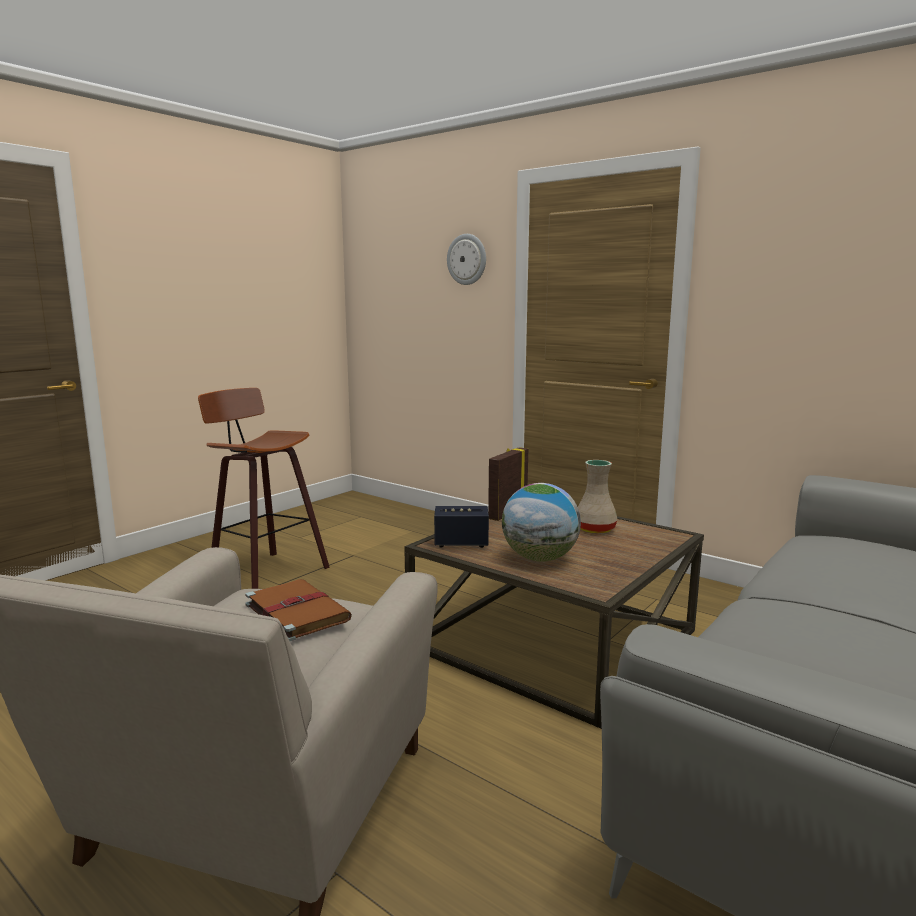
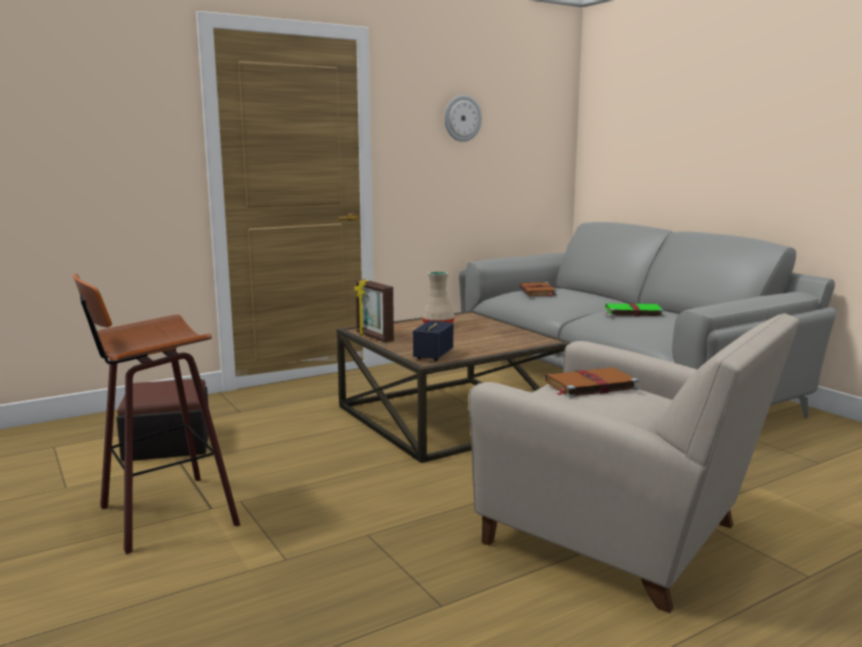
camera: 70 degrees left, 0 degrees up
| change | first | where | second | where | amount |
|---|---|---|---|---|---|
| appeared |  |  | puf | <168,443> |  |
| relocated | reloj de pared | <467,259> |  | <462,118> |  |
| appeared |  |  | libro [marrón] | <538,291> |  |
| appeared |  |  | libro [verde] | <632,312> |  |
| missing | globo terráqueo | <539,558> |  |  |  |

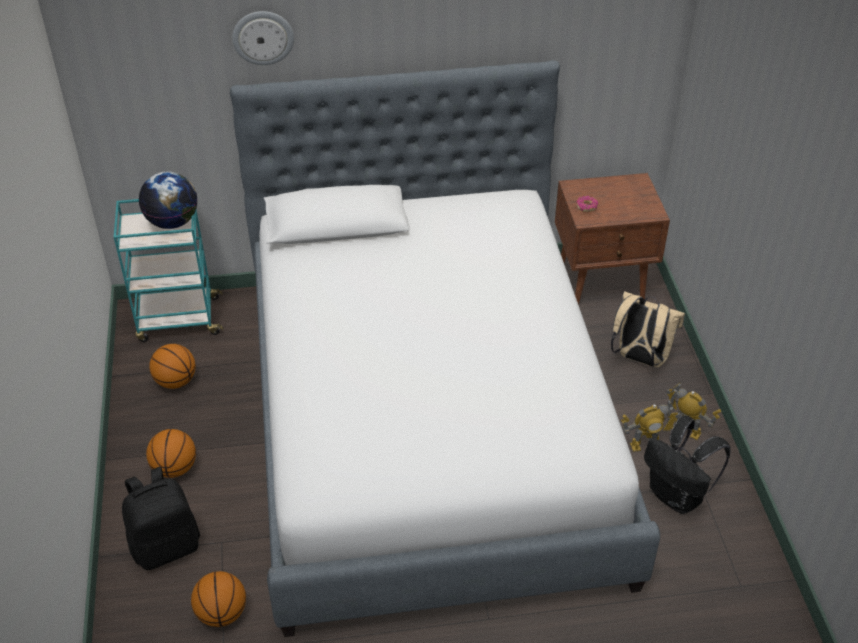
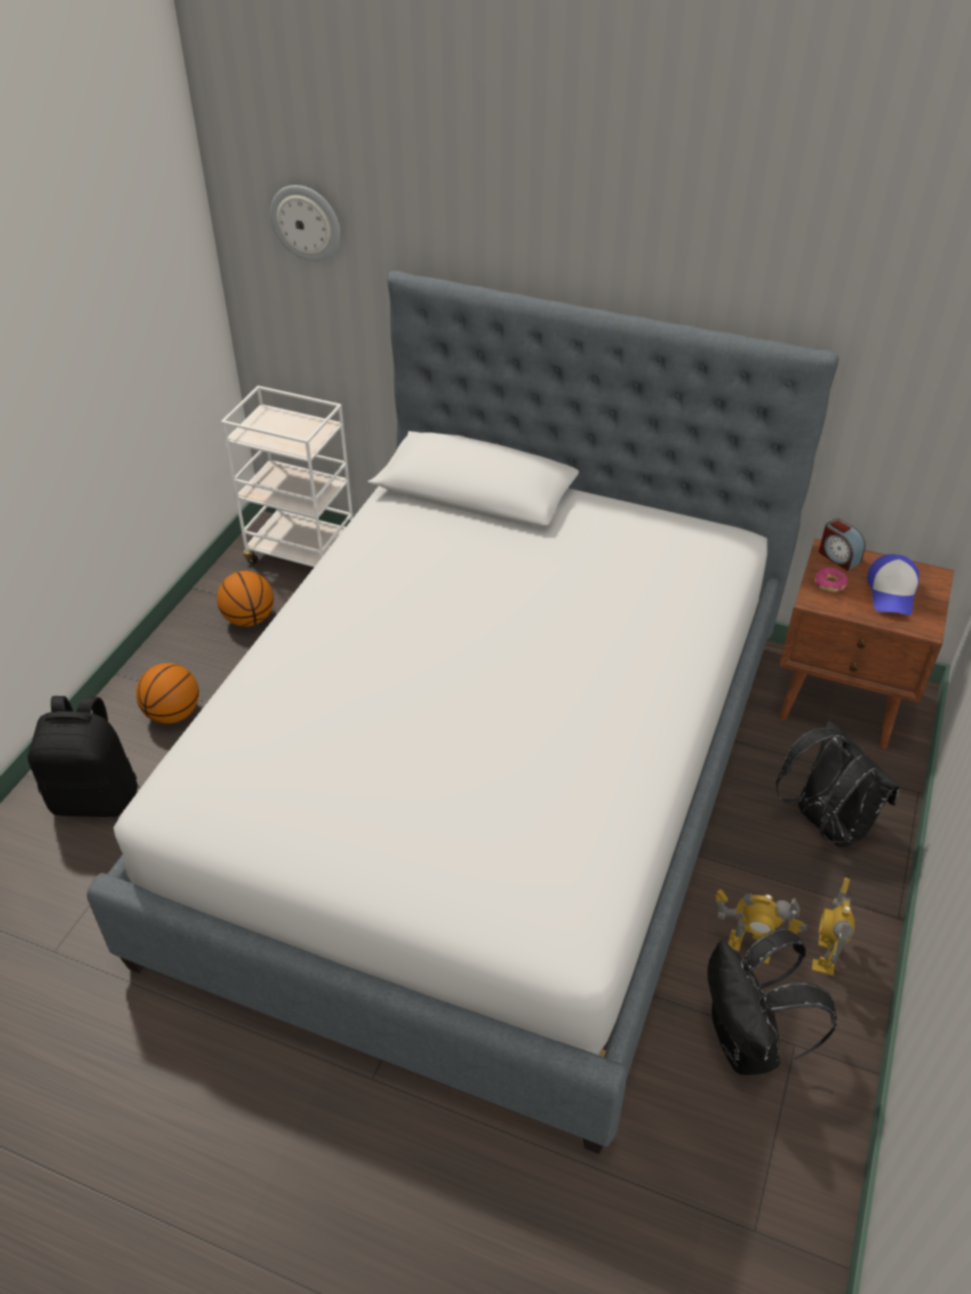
camera: 30 degrees right, 0 degrees up
| change | first | where | second | where | amount |
|---|---|---|---|---|---|
| colour | carrito [turquesa] | <177,319> | carrito [blanco] | <303,554> |  |
| relocated | reloj de pared | <263,37> |  | <306,223> |  |
| colour | mochila [beis] | <640,358> | mochila [negro] | <824,824> |  |
| spun | robot de juguete | <686,431> |  | <825,955> | 135 degrees counterclockwise |
| appeared |  |  | despertador | <838,557> |  |
| appeared |  |  | gorra | <892,592> |  |
| missing | globo terráqueo | <173,222> |  |  |  |
| missing | balón de baloncesto | <221,613> |  |  |  |

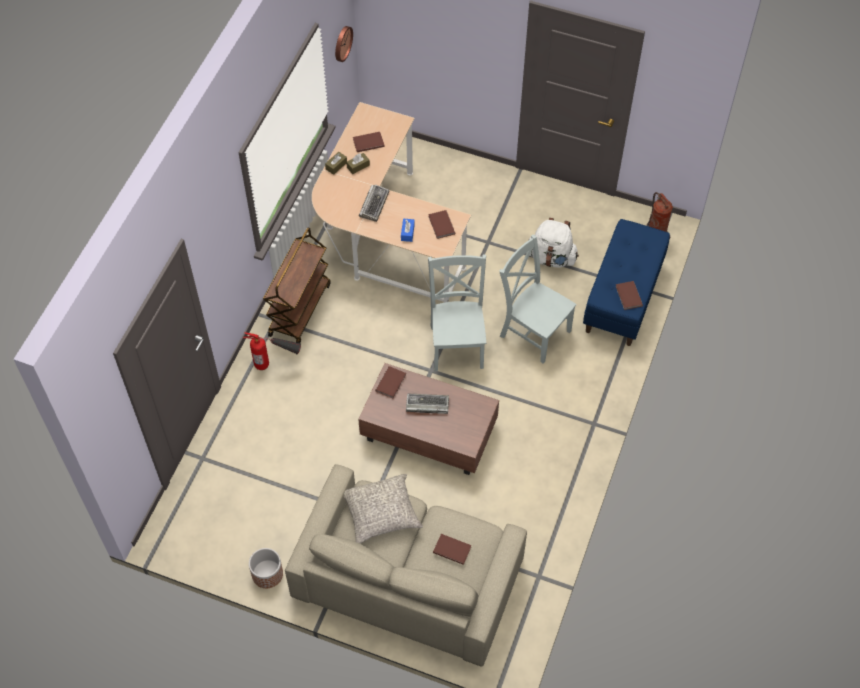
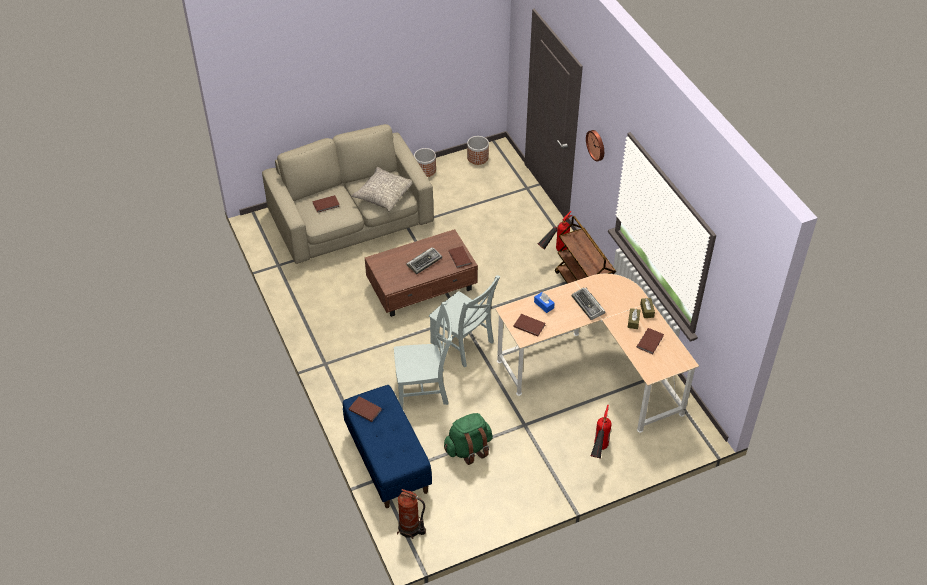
camera: 135 degrees right, 10 degrees down
| change | first | where | second | where | amount |
|---|---|---|---|---|---|
| colour | mochila [blanco] | <551,258> | mochila [verde] | <468,449> |  |
| appeared |  |  | maceta | <478,157> |  |
| relocated | reloj de pared | <342,43> |  | <596,145> |  |
| appeared |  |  | extintor | <598,455> |  |

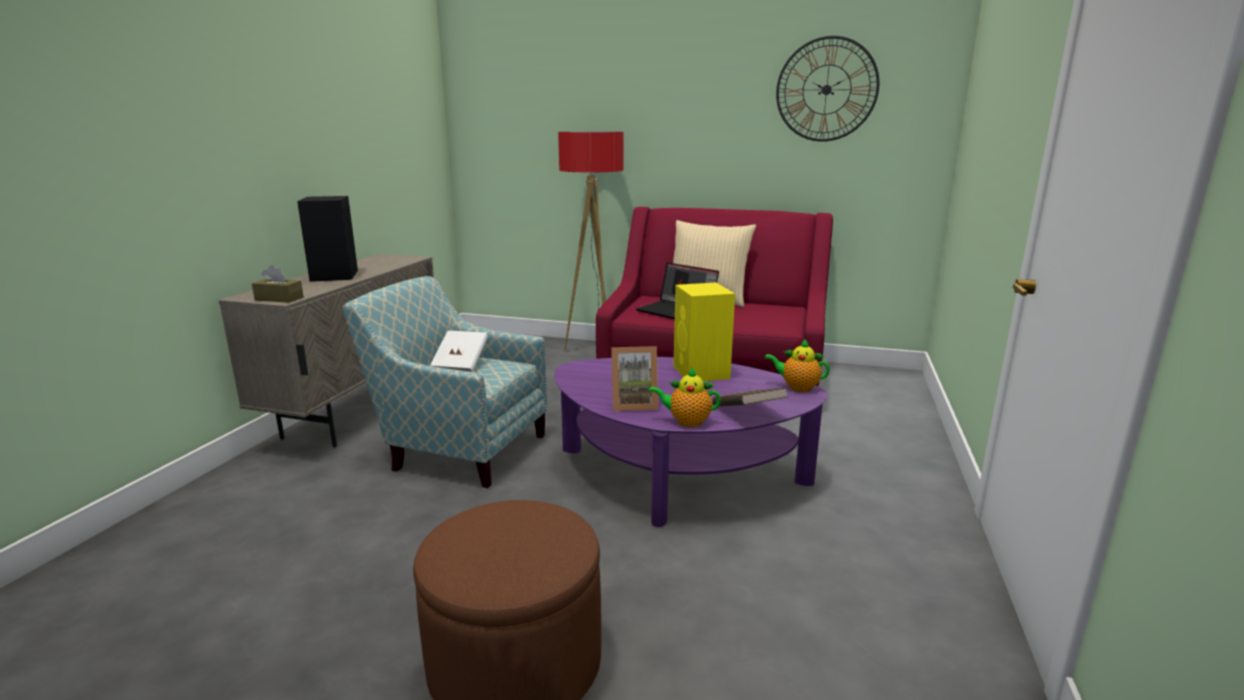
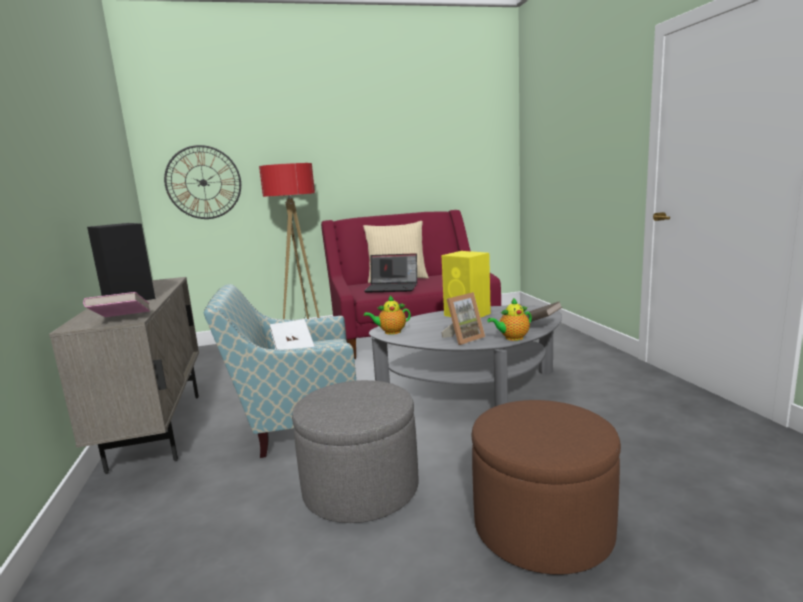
camera: 30 degrees left, 5 degrees down
| change | first | where | second | where | amount |
|---|---|---|---|---|---|
| exchanged | caja de pañuelos [marrón] | <279,299> | libro [rosa] | <121,320> |  |
| relocated | reloj de pared | <826,89> |  | <203,182> |  |
| appeared |  |  | puf [gris] | <361,488> |  |
| relocated | tetera | <797,387> |  | <390,332> |  |
| colour | mesa de centro [morado] | <678,475> | mesa de centro [gris] | <474,391> |  |

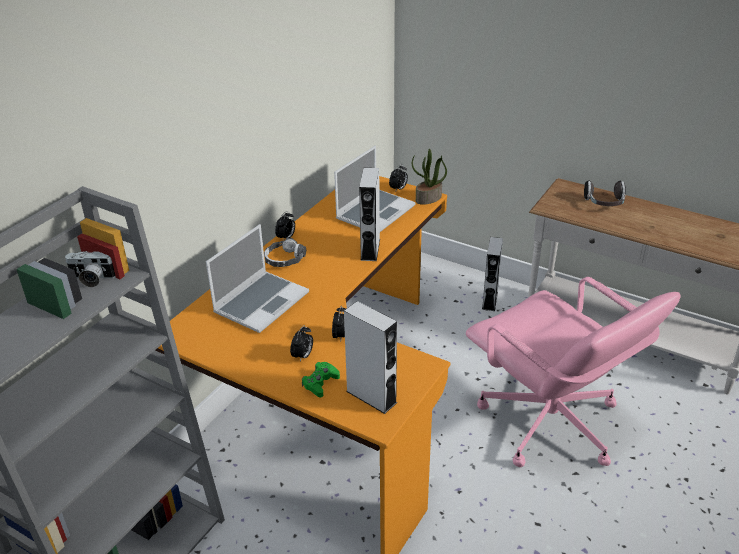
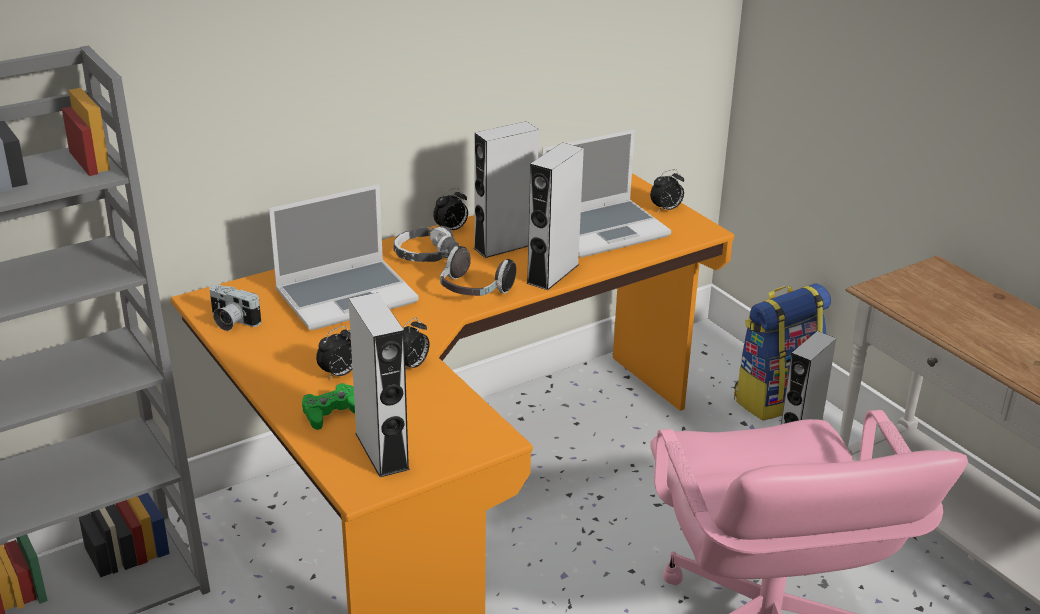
camera: 25 degrees right, 5 degrees down
| change | first | where | second | where | amount |
|---|---|---|---|---|---|
| relocated | cámara | <92,279> |  | <231,321> |  |
| relocated | auriculares | <604,203> |  | <473,291> |  |
| appeared |  |  | altavoz [gris] | <505,246> |  |
| appeared |  |  | mochila | <776,397> |  |
| missing | planta en maceta | <428,198> |  |  |  |

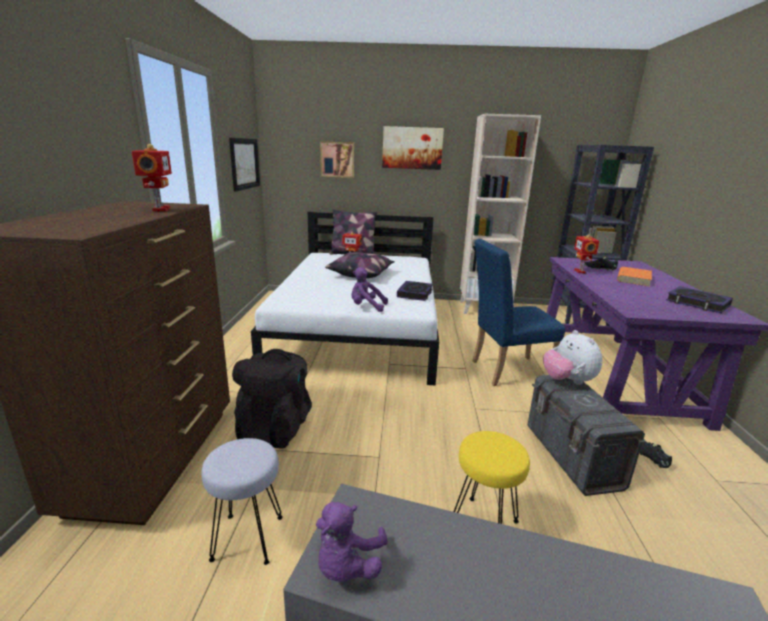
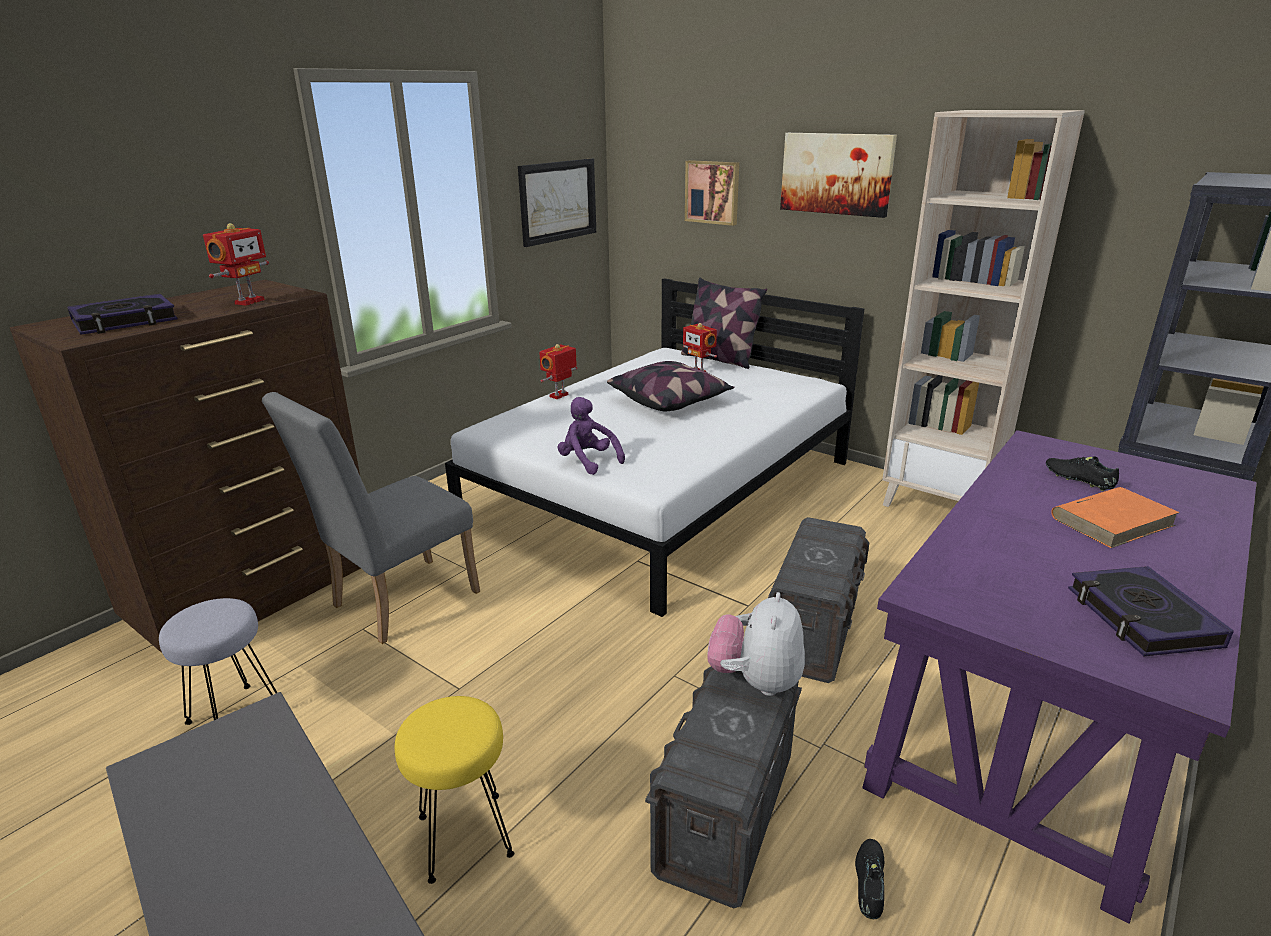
camera: 35 degrees right, 5 degrees up
| change | first | where | second | where | amount |
|---|---|---|---|---|---|
| relocated | libro | <415,294> |  | <125,321> |  |
| exchanged | mochila [negro] | <275,427> | silla [gris] | <396,603> |  |
| relocated | robot de juguete | <580,271> |  | <560,396> |  |
| exchanged | silla [azul] | <505,370> | caja de almacenaje [gris] | <813,632> |  |
| missing | peluche [morado] | <347,565> |  |  |  |

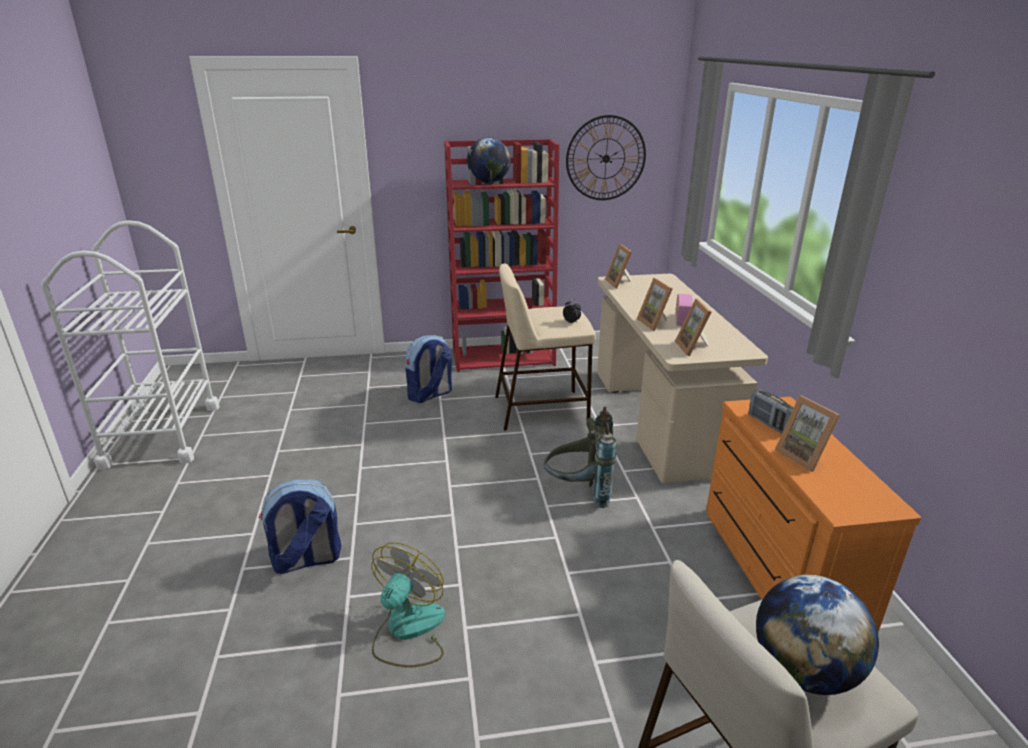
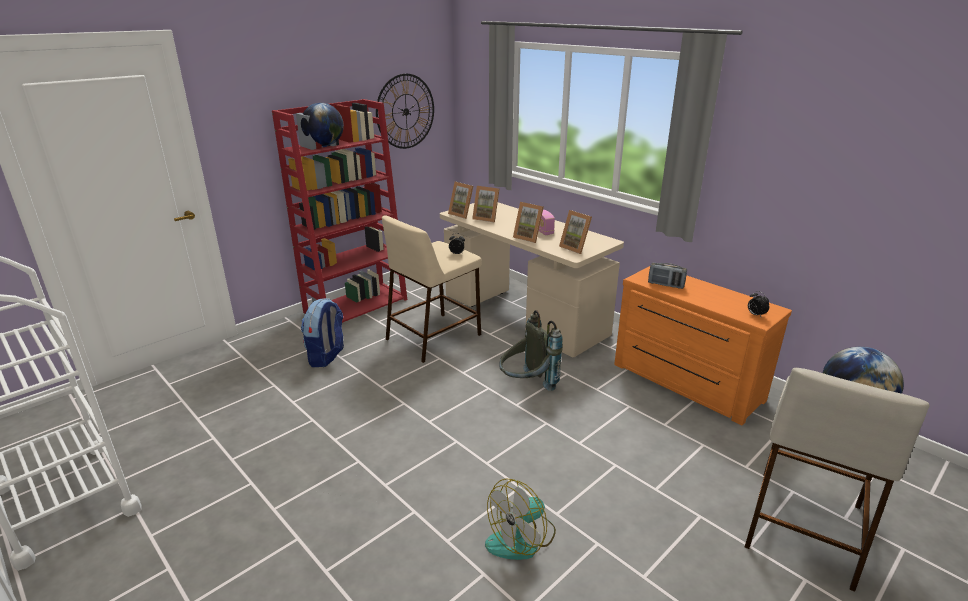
camera: 35 degrees left, 0 degrees up
| change | first | where | second | where | amount |
|---|---|---|---|---|---|
| relocated | portarretratos | <804,456> |  | <487,218> |  |
| spun | ventilador | <408,631> |  | <522,538> | 120 degrees counterclockwise |
| appeared |  |  | despertador | <755,315> |  |
| missing | mochila | <306,560> |  |  |  |

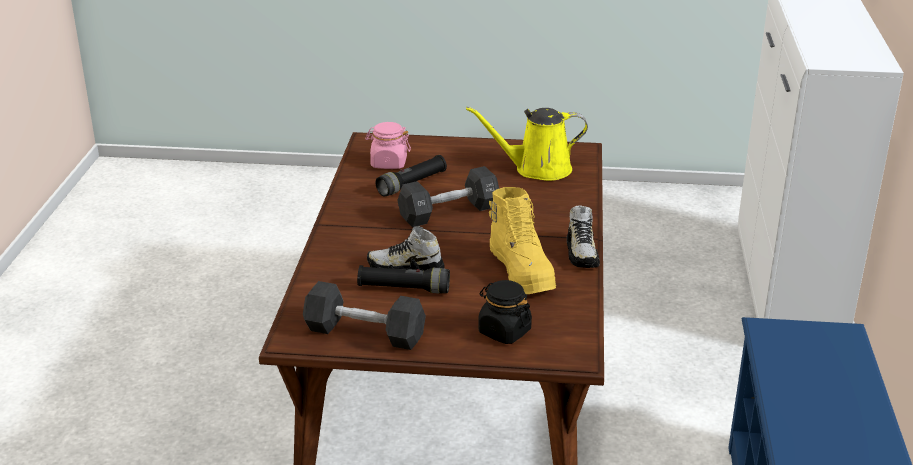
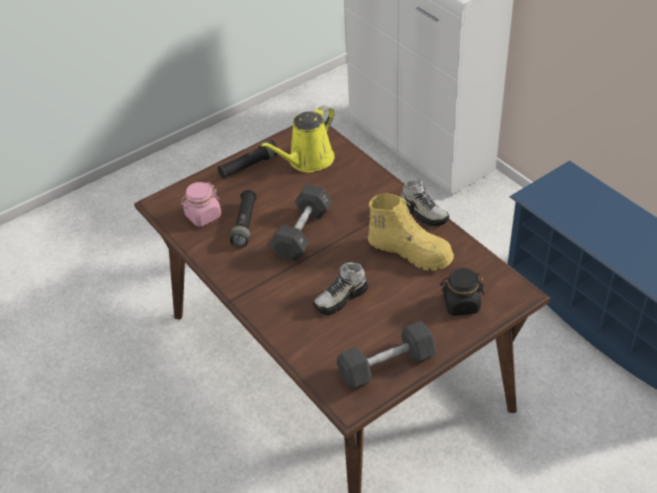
camera: 40 degrees left, 15 degrees up
| change | first | where | second | where | amount |
|---|---|---|---|---|---|
| relocated | linterna [negro] | <404,289> |  | <249,166> |  |

